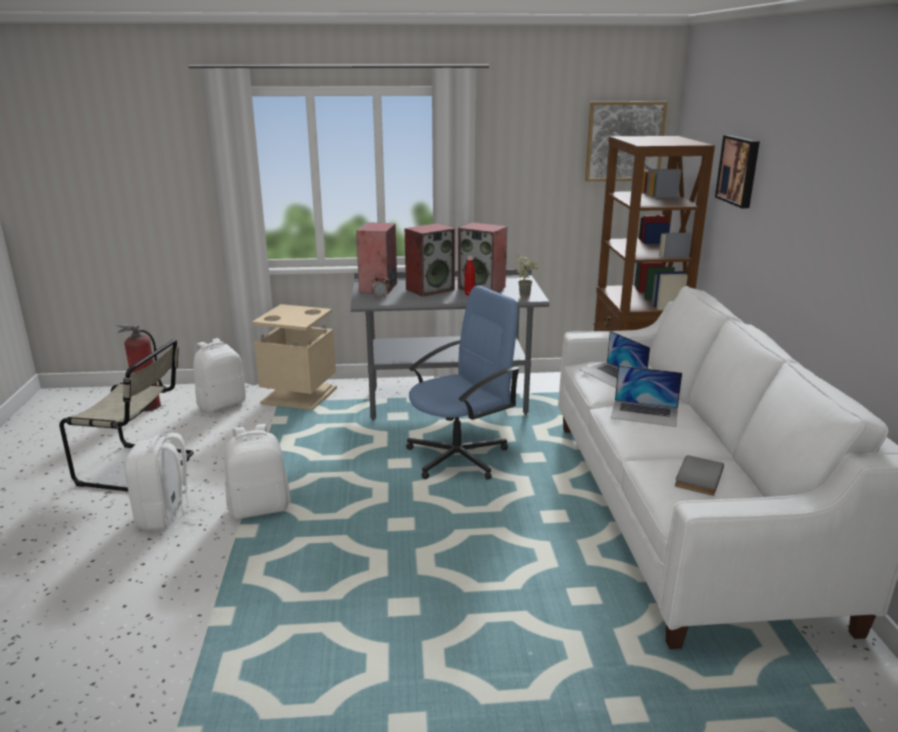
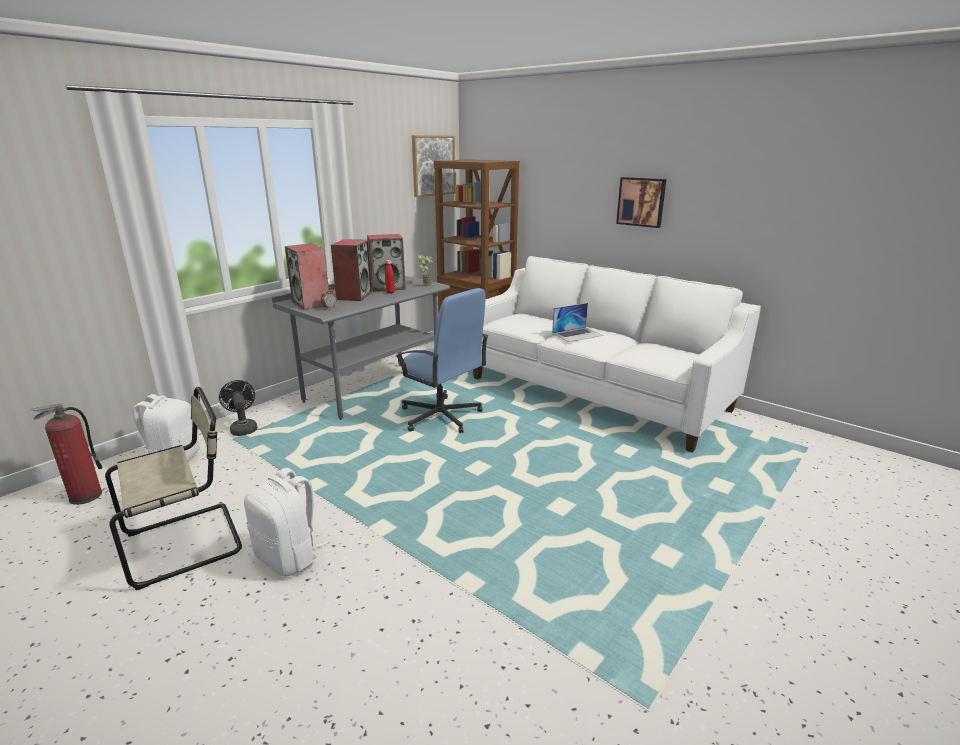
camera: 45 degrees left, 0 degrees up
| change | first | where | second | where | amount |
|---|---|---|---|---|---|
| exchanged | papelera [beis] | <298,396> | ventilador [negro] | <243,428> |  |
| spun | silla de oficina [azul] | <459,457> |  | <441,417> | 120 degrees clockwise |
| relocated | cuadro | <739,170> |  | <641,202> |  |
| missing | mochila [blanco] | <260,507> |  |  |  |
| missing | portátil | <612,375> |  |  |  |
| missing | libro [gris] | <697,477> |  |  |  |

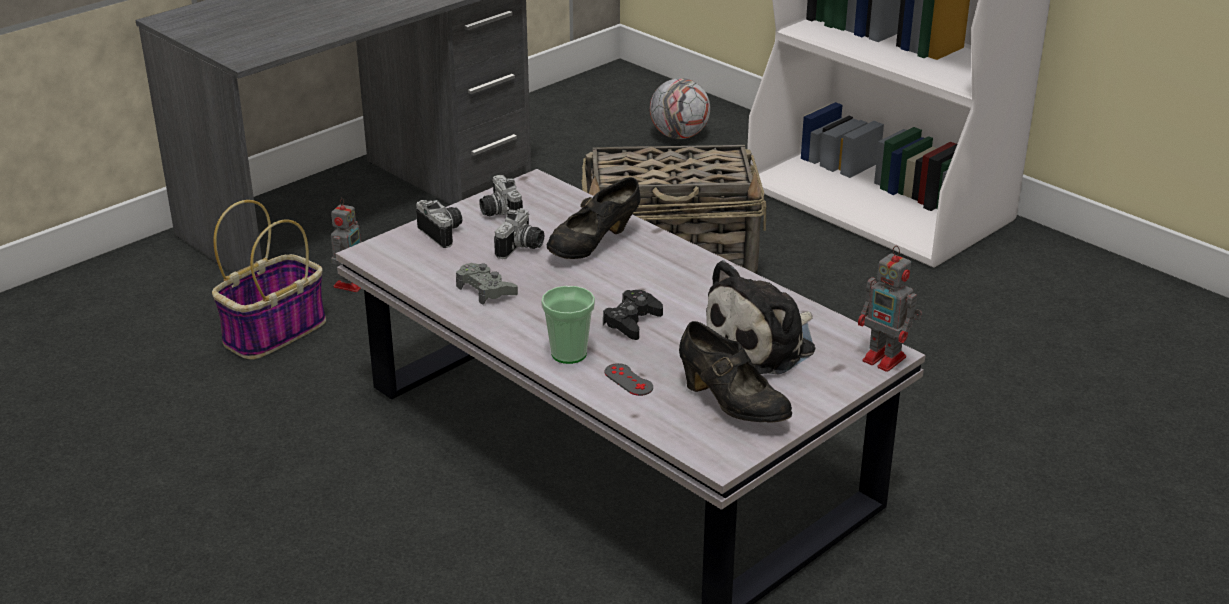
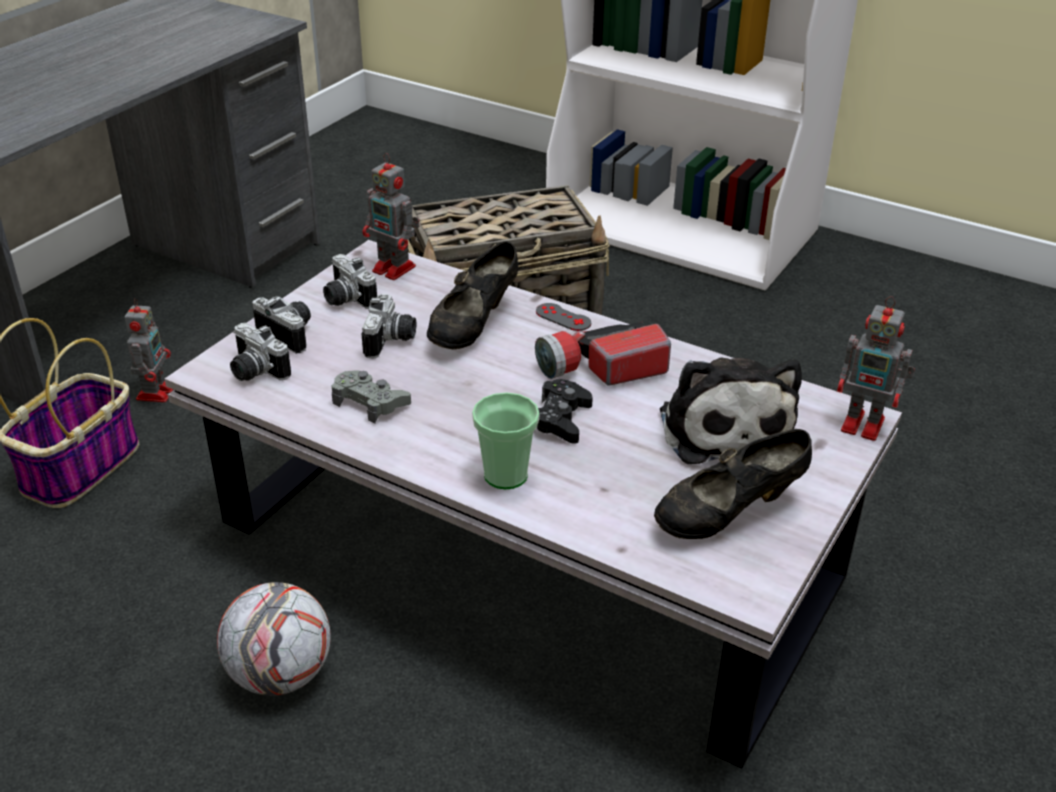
camera: 15 degrees left, 5 degrees up
| change | first | where | second | where | amount |
|---|---|---|---|---|---|
| relocated | balón de fútbol | <679,136> |  | <281,675> |  |
| appeared |  |  | cámara | <254,372> |  |
| appeared |  |  | robot de juguete | <395,269> |  |
| appeared |  |  | linterna | <602,369> |  |
| relocated | mando de consola [gris] | <628,380> |  | <563,317> |  |
| spun | zapato [negro] | <732,405> |  | <728,515> | 120 degrees clockwise |
| spun | peluche | <763,344> |  | <723,426> | 45 degrees counterclockwise |

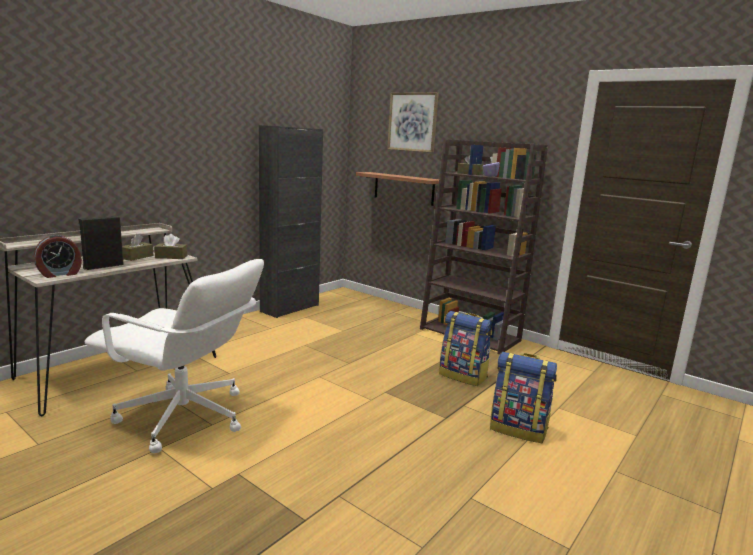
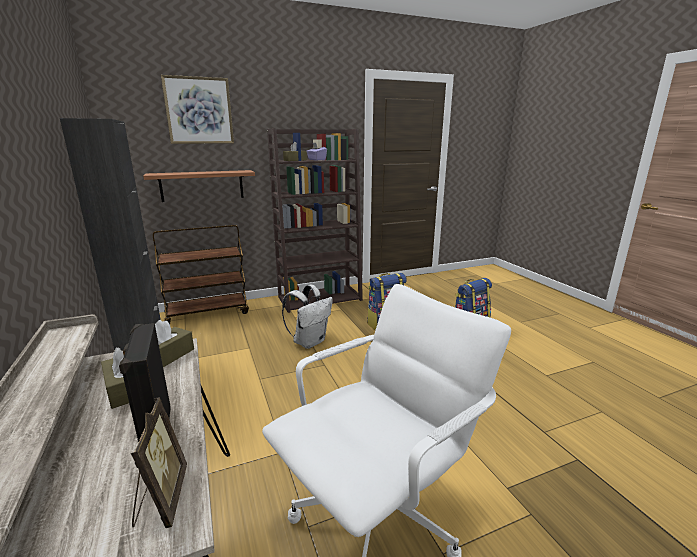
camera: 60 degrees left, 5 degrees up
| change | first | where | second | where | amount |
|---|---|---|---|---|---|
| exchanged | despertador | <60,274> | portarretratos | <161,499> |  |
| appeared |  |  | carrito [marrón] | <208,313> |  |
| appeared |  |  | mochila [blanco] | <309,341> |  |

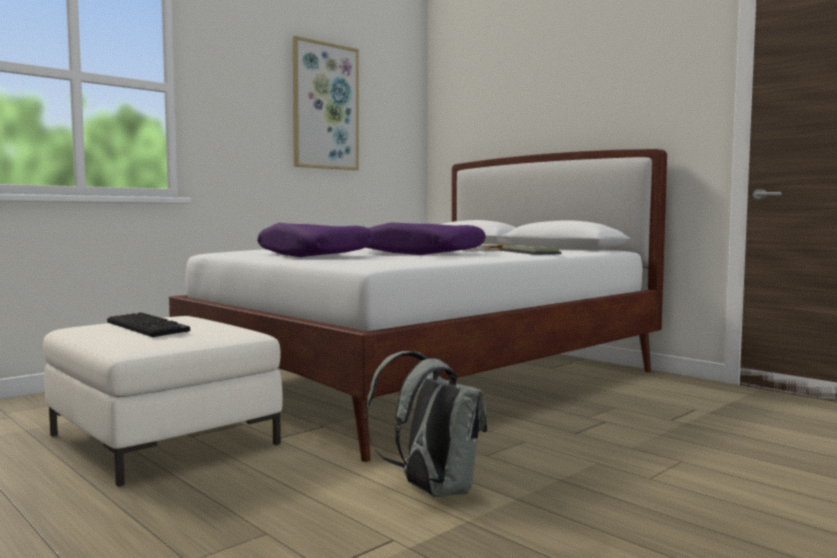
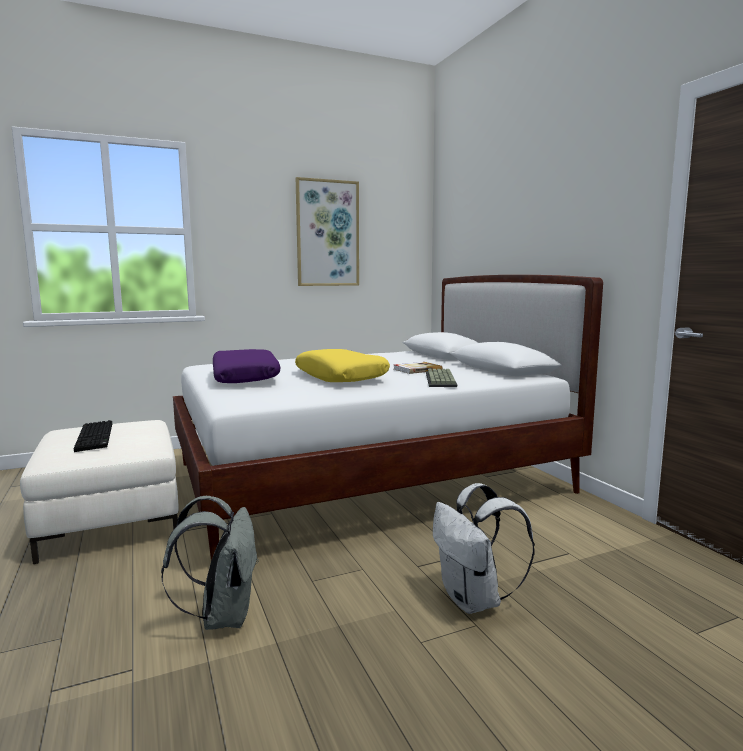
camera: 20 degrees right, 5 degrees up
| change | first | where | second | where | amount |
|---|---|---|---|---|---|
| colour | cojín [morado] | <421,253> | cojín [amarillo] | <341,377> |  |
| appeared |  |  | mochila [blanco] | <474,600> |  |

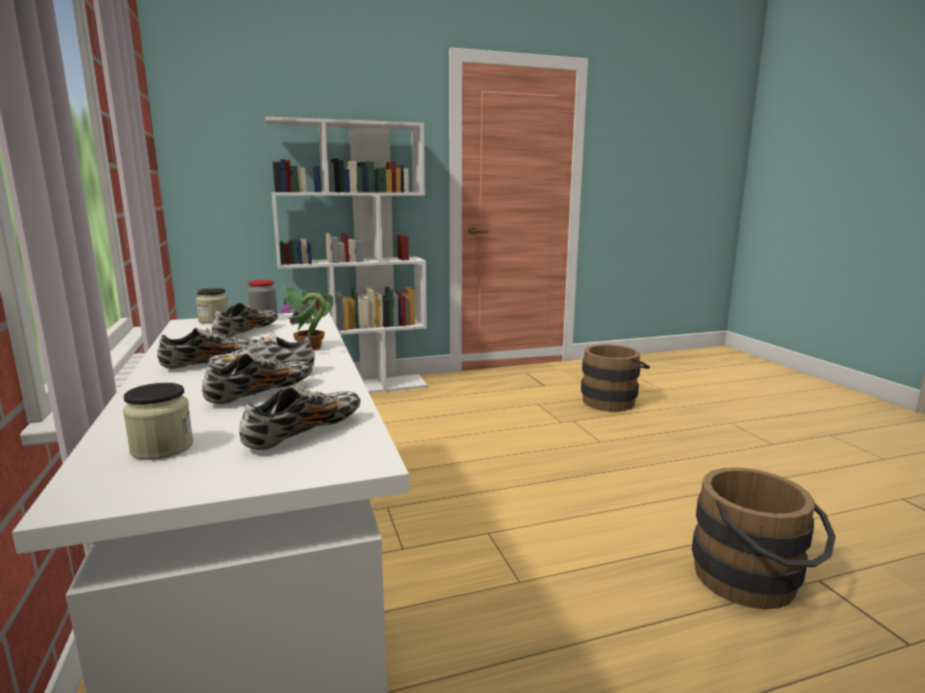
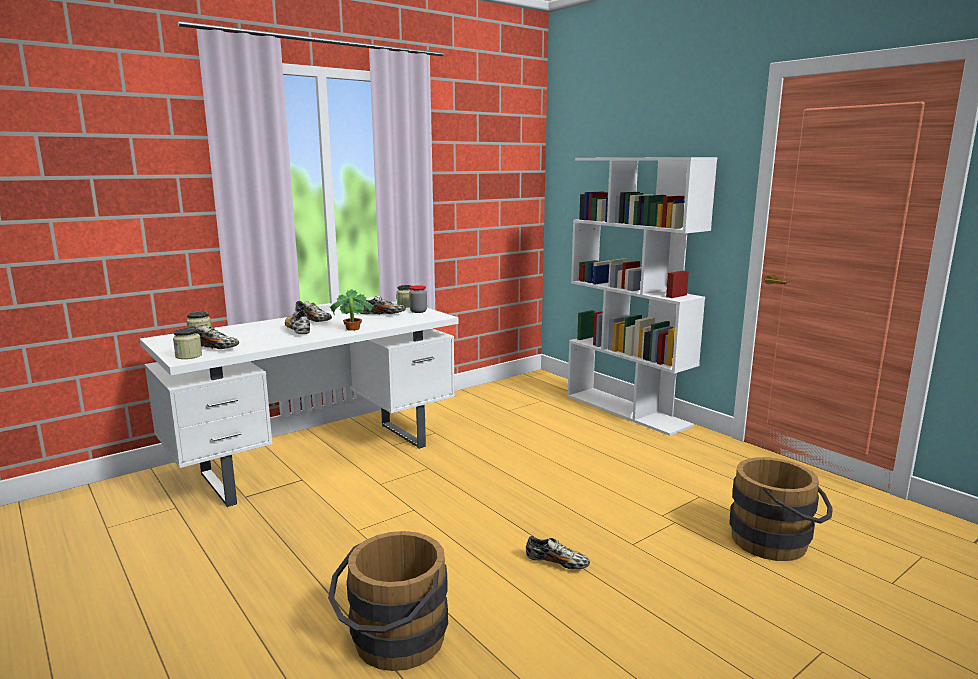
camera: 70 degrees right, 0 degrees up
| change | first | where | second | where | amount |
|---|---|---|---|---|---|
| appeared |  |  | tarro | <188,356> |  |
| relocated | zapato | <261,393> |  | <557,563> |  |

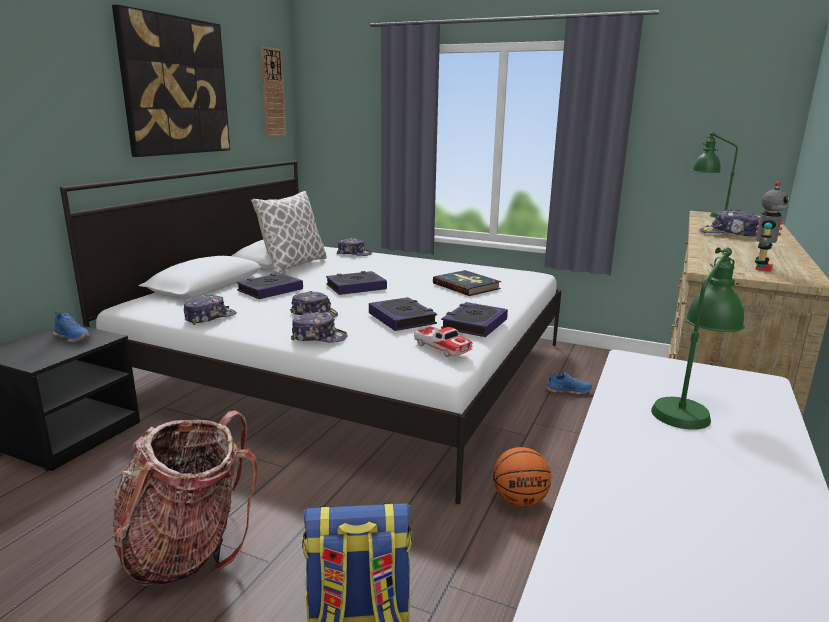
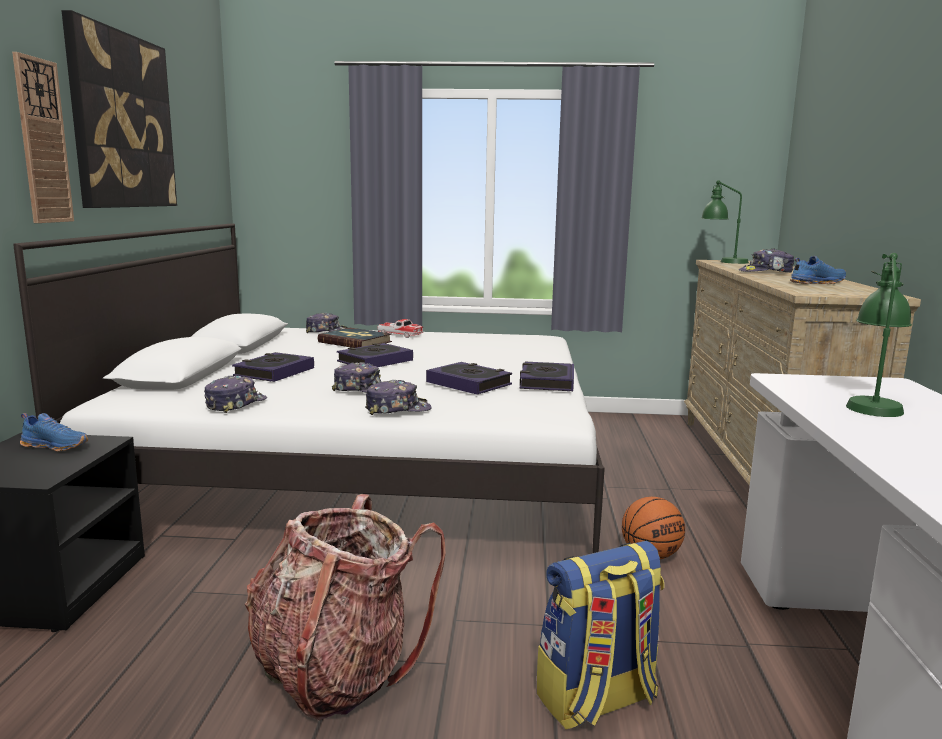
camera: 20 degrees left, 5 degrees down
| change | first | where | second | where | amount |
|---|---|---|---|---|---|
| relocated | reloj de pared | <272,93> |  | <42,142> |  |
| relocated | libro | <466,286> |  | <355,342> |  |
| relocated | coche de juguete | <442,347> |  | <400,334> |  |
| relocated | zapato [azul] | <568,390> |  | <816,283> |  |
| missing | cojín | <293,265> |  |  |  |
| missing | robot de juguete | <761,268> |  |  |  |

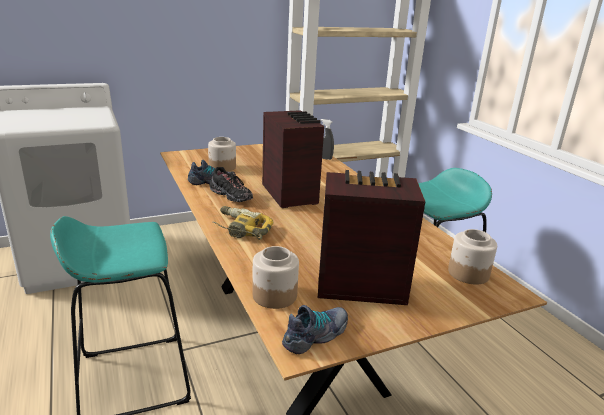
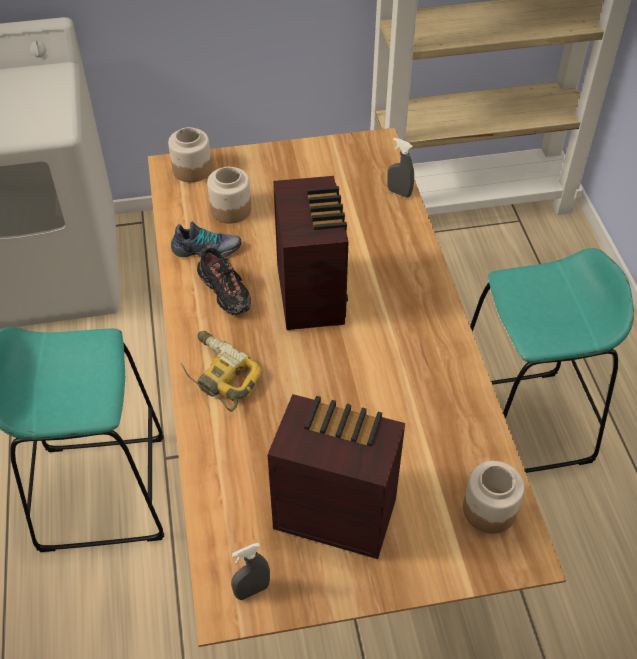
camera: 15 degrees right, 25 degrees up
| change | first | where | second | where | amount |
|---|---|---|---|---|---|
| relocated | tarro | <274,295> |  | <191,169> |  |
| exchanged | zapato | <317,335> | pulverizador [gris] | <252,590> |  |

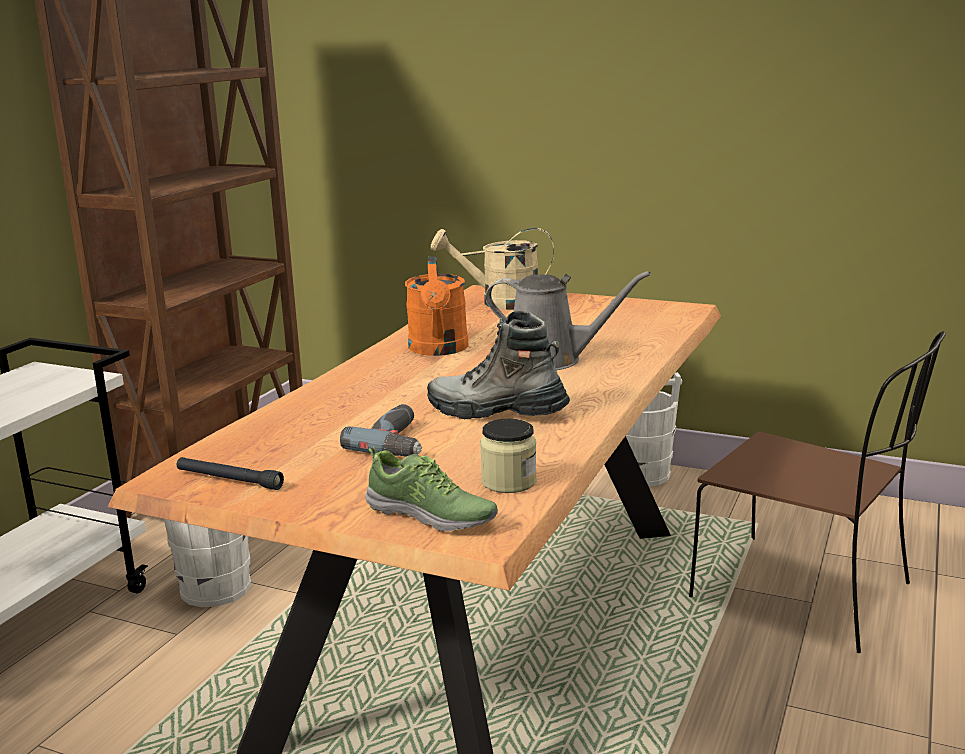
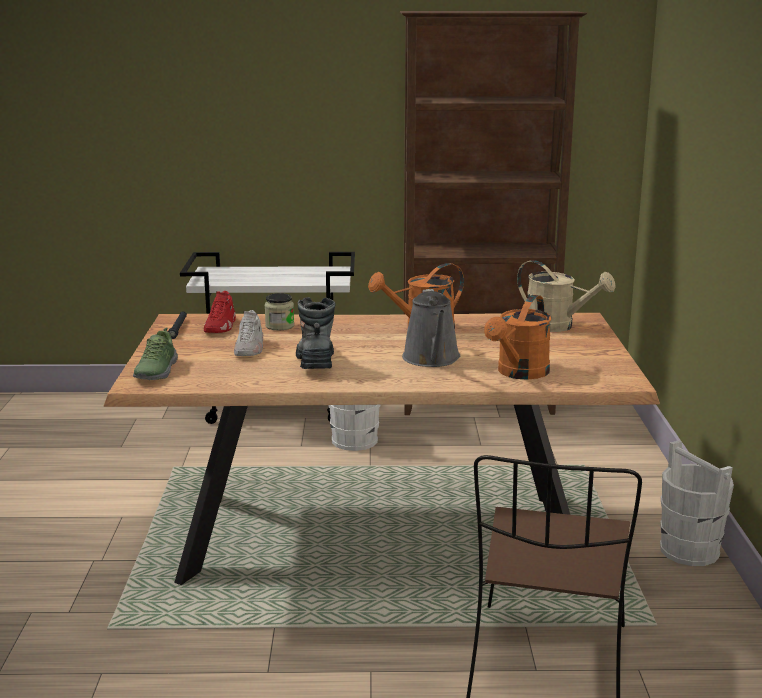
camera: 65 degrees right, 0 degrees up
| change | first | where | second | where | amount |
|---|---|---|---|---|---|
| appeared |  |  | zapato [rojo] | <221,326> |  |
| exchanged | taladro | <399,442> | zapato [blanco] | <250,348> |  |
| relocated | tarro | <508,482> |  | <279,326> |  |
| appeared |  |  | regadera [naranja] | <519,373> |  |
| spun | regadera [beis] | <500,303> |  | <557,326> | 150 degrees clockwise |

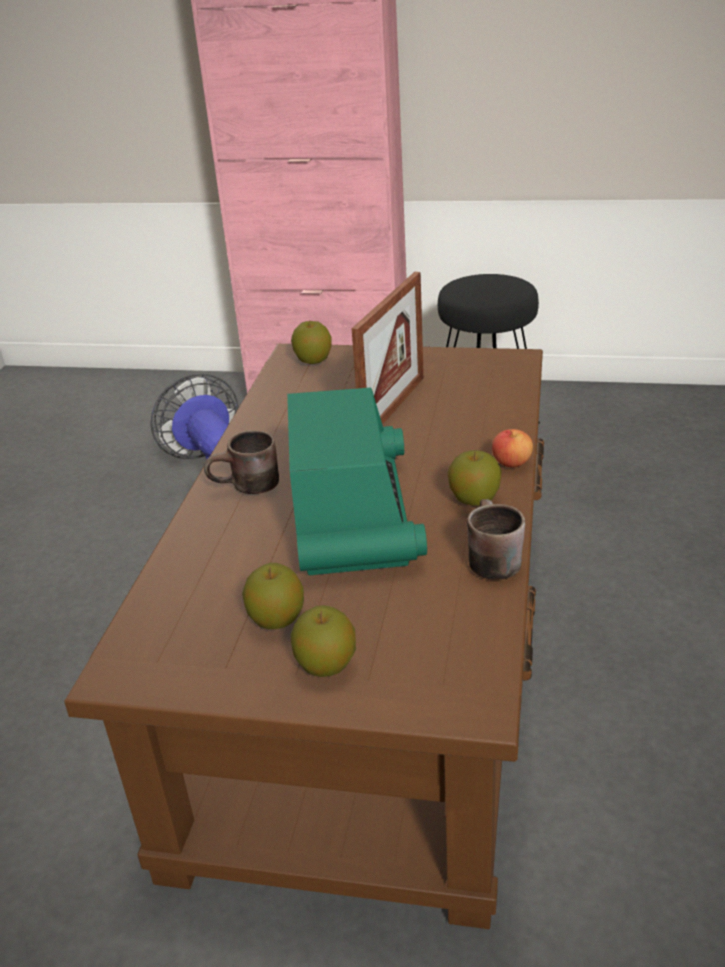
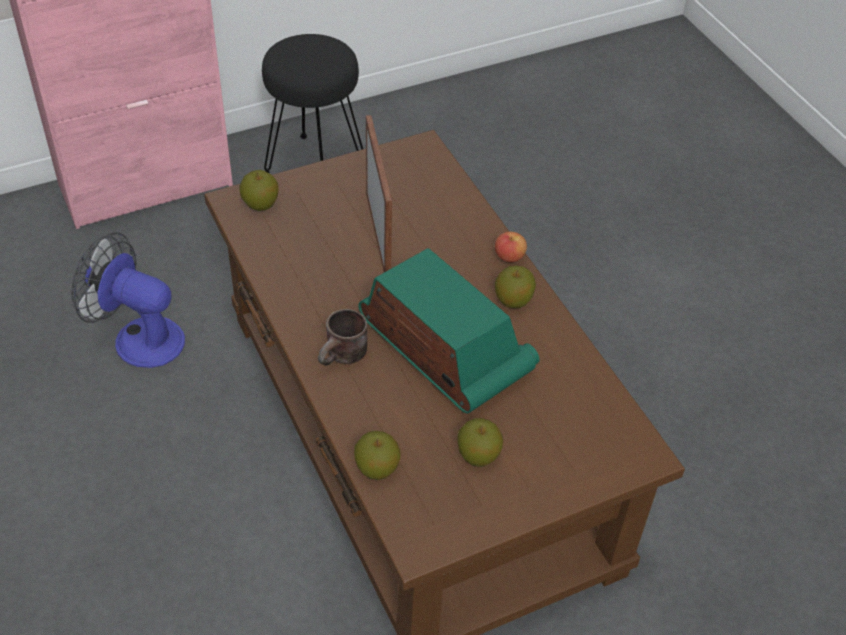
camera: 40 degrees left, 15 degrees up
| change | first | where | second | where | amount |
|---|---|---|---|---|---|
| relocated | manzana | <326,665> |  | <377,468> |  |
| missing | taza grande [marrón] | <487,559> |  |  |  |

